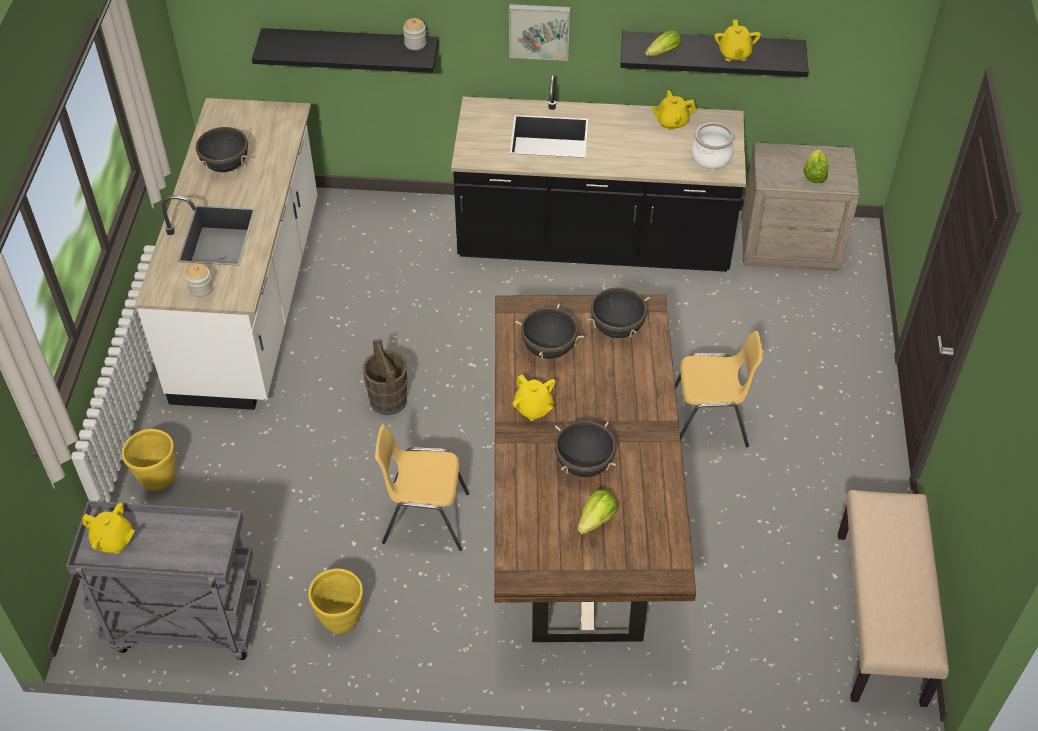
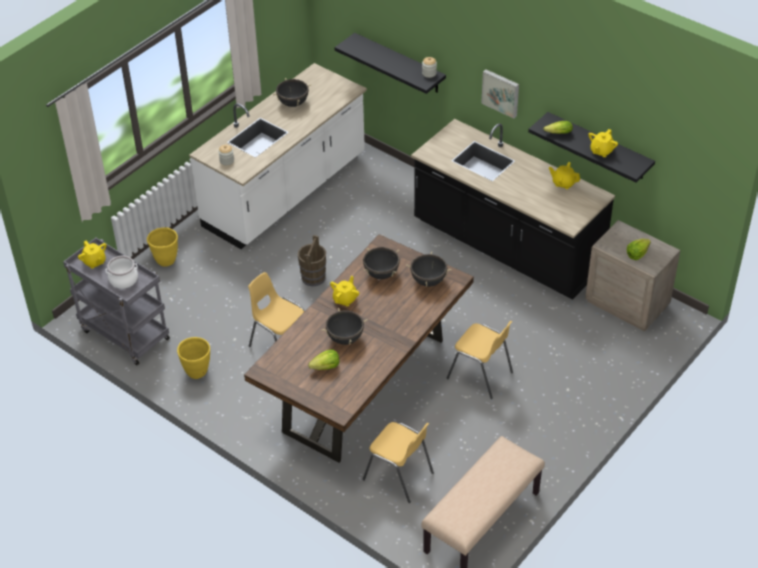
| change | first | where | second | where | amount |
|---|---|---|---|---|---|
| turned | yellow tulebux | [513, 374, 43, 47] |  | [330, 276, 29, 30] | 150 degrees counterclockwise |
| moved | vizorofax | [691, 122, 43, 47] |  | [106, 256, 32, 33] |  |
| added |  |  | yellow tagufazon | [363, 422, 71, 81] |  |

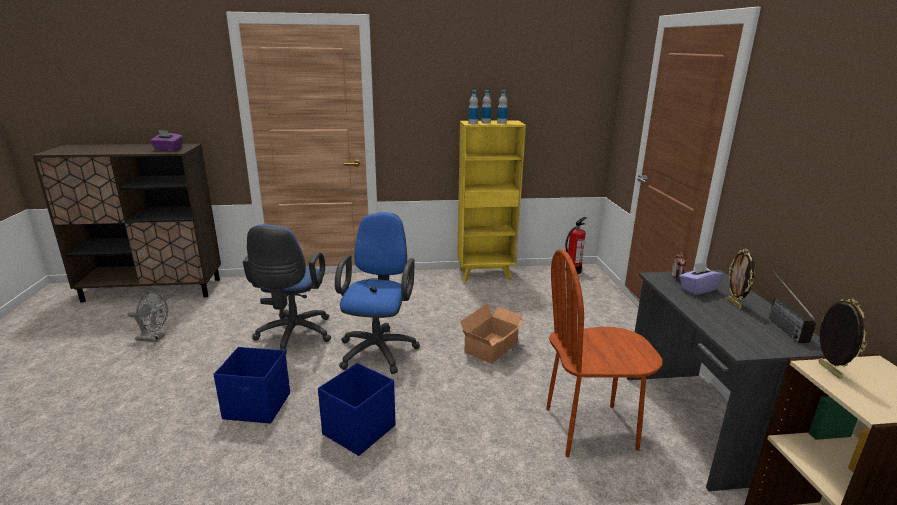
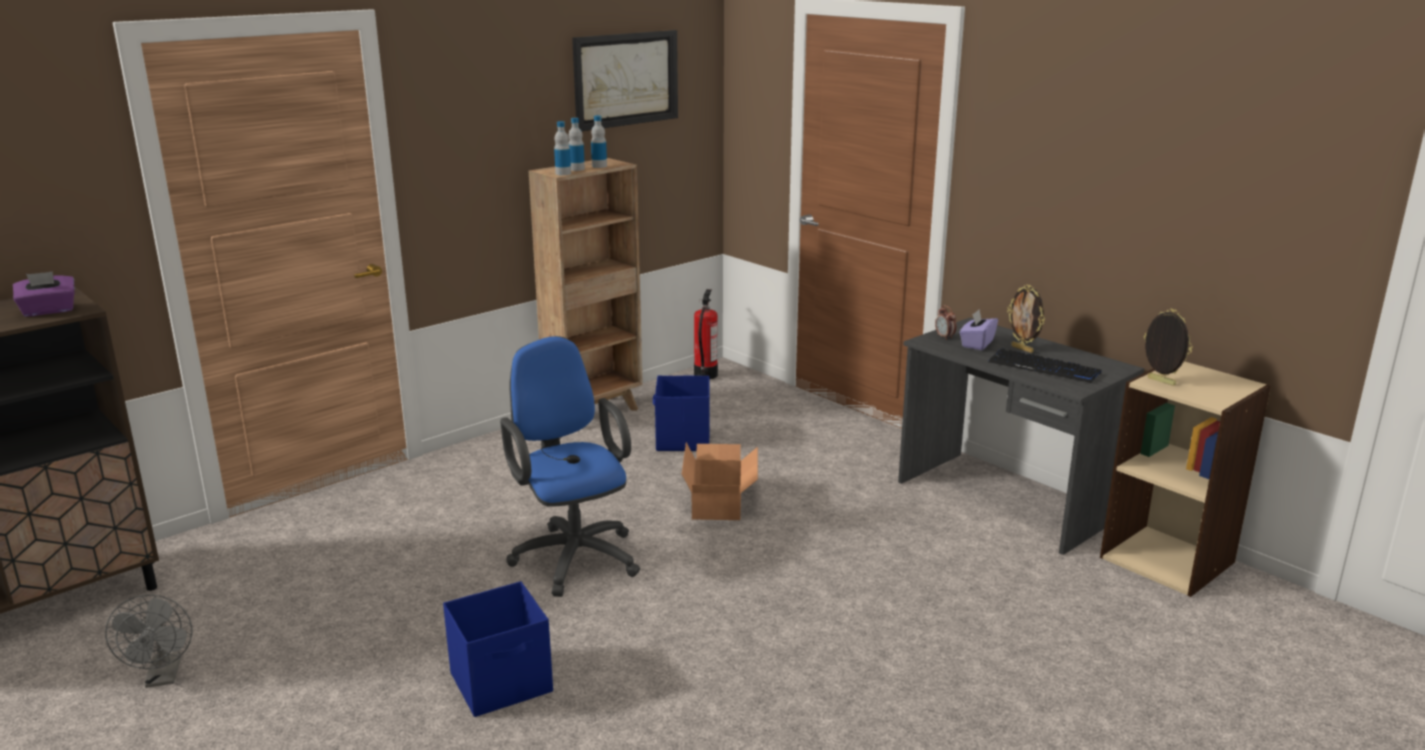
| change | first | where | second | where | amount |
|---|---|---|---|---|---|
| turned | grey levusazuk | [128, 292, 40, 50] |  | [105, 595, 88, 93] | 105 degrees clockwise |
| removed | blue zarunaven | [243, 224, 88, 129] |  |  |  |
| moved | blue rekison | [318, 363, 78, 93] |  | [653, 376, 57, 75] |  |
| recoloured | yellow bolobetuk | [457, 120, 69, 162] | brown bolobetuk | [529, 158, 114, 253] |  |
| removed | brown tagufazon | [546, 249, 117, 208] |  |  |  |
| removed | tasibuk | [769, 271, 47, 72] |  |  |  |
| added |  |  | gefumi | [572, 30, 106, 101] |  |
| added |  |  | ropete | [988, 348, 114, 35] |  |

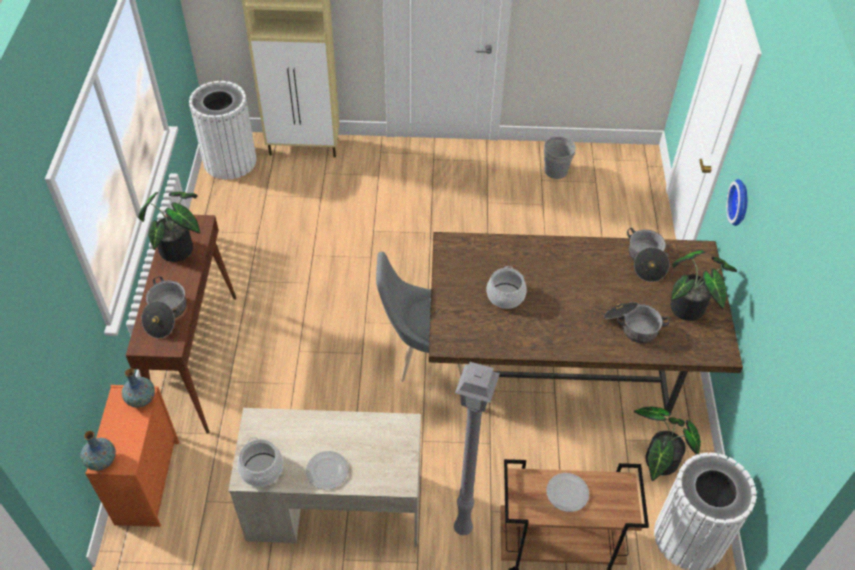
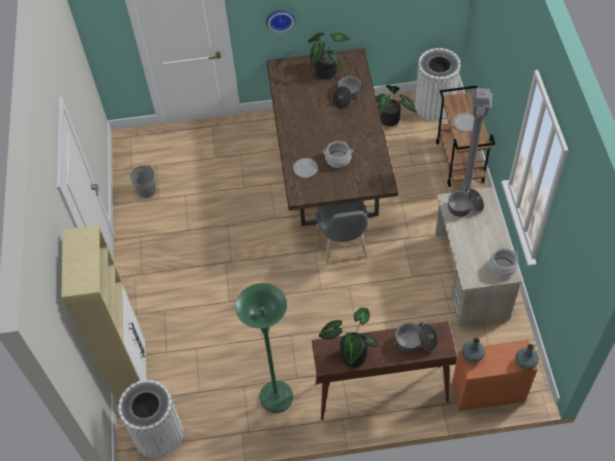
| change | first | where | second | where | amount |
|---|---|---|---|---|---|
| moved | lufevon | [306, 451, 43, 38] |  | [293, 158, 25, 20] |  |
| moved | vizorofax | [627, 228, 43, 54] |  | [448, 188, 36, 29] |  |
| added |  |  | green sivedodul | [235, 283, 58, 130] |  |

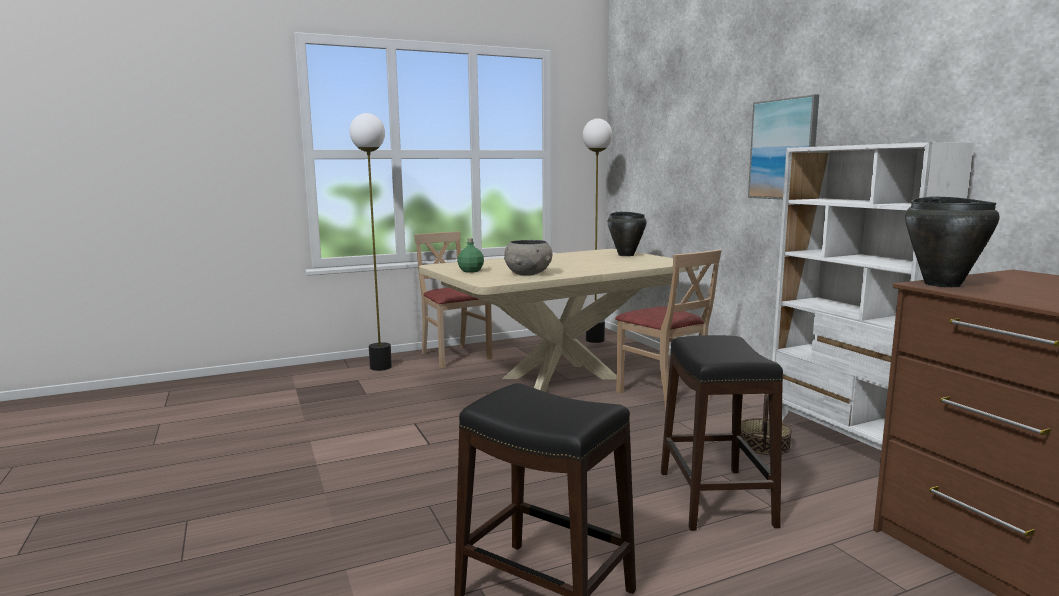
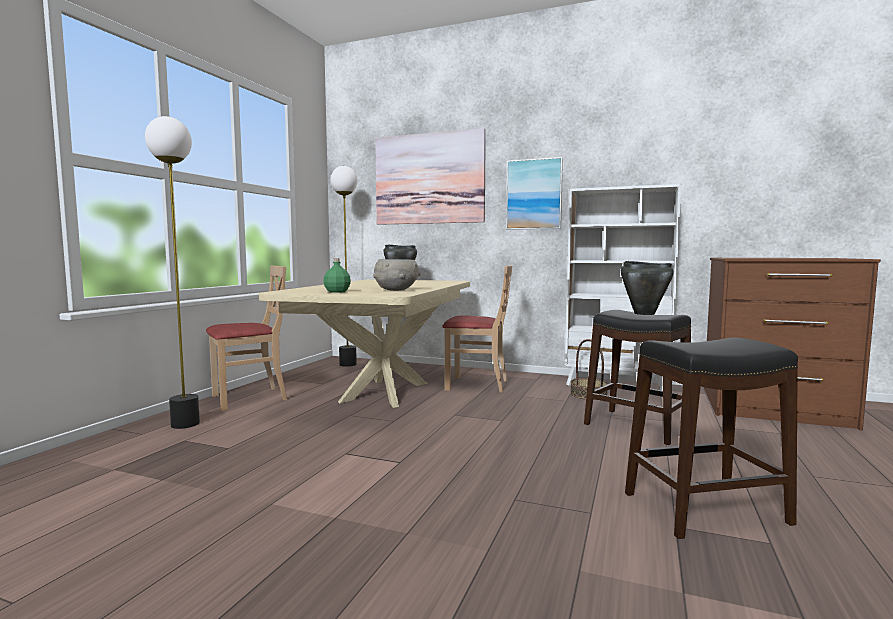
| change | first | where | second | where | amount |
|---|---|---|---|---|---|
| turned | beige tagufazon | [414, 231, 78, 137] |  | [206, 266, 81, 145] | 135 degrees clockwise |
| moved | black vizorofax | [905, 196, 95, 91] |  | [621, 261, 53, 54] |  |
| added |  |  | gefumi | [375, 128, 111, 97] |  |

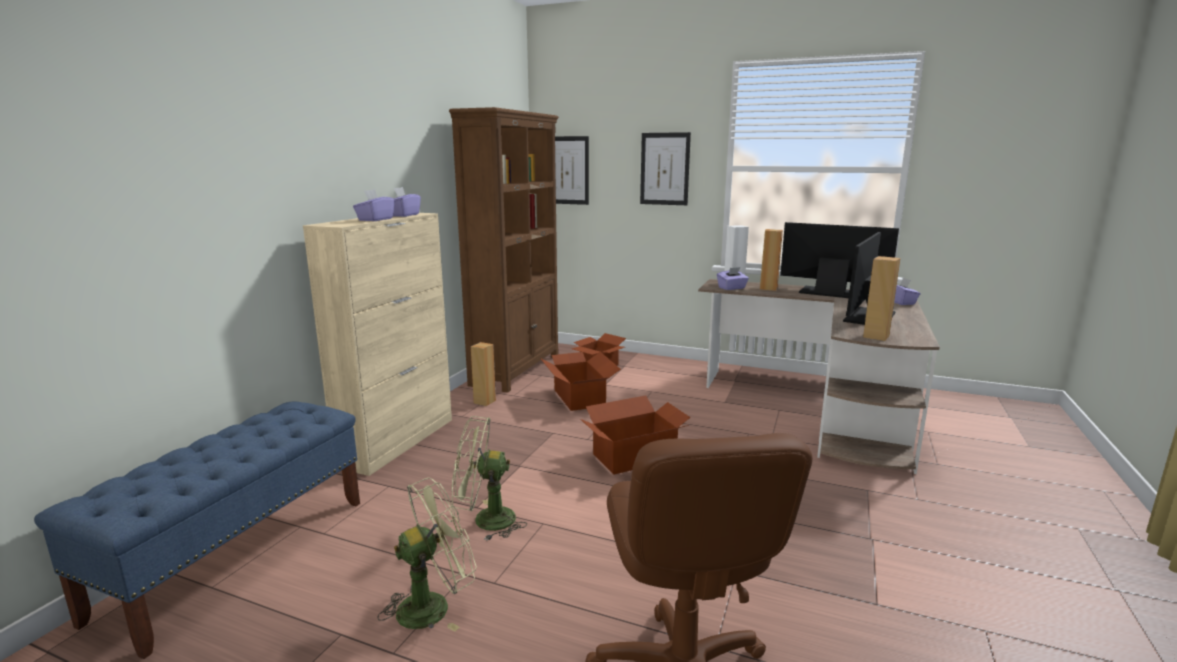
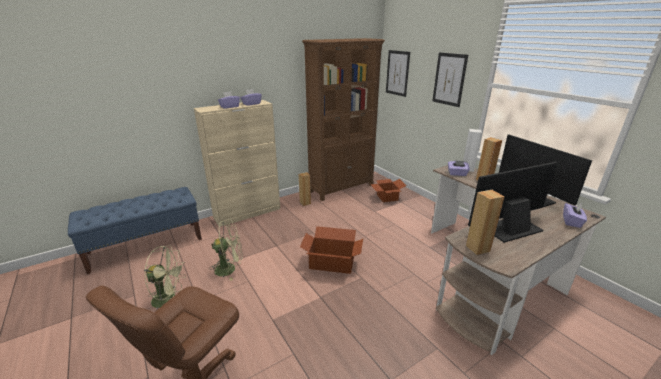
| change | first | where | second | where | amount |
|---|---|---|---|---|---|
| turned | green levusazuk | [452, 416, 75, 125] |  | [209, 220, 34, 61] | 135 degrees clockwise |
| removed | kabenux | [540, 352, 81, 59] |  |  |  |

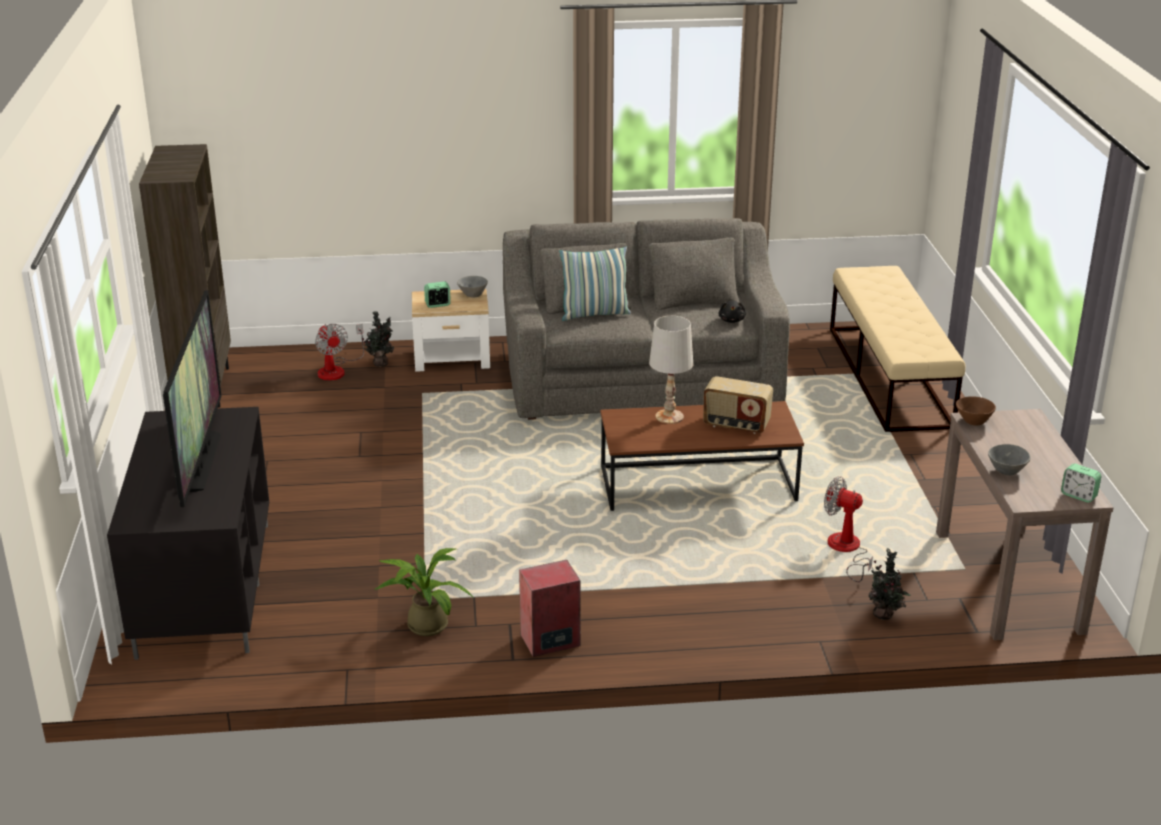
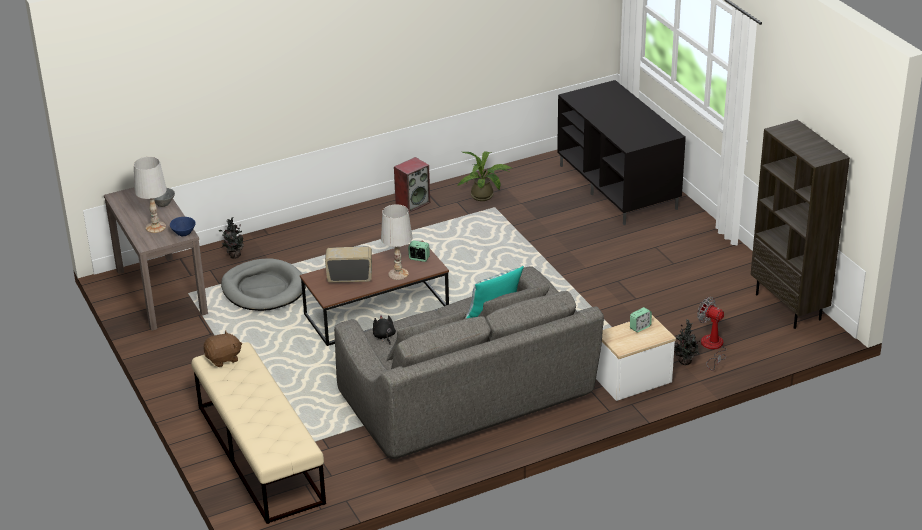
| change | first | where | second | where | amount |
|---|---|---|---|---|---|
| removed | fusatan | [163, 290, 59, 217] |  |  |  |
| removed | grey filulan | [457, 276, 31, 21] |  |  |  |
| replaced | levusazuk | [824, 476, 49, 106] | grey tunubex | [221, 258, 85, 53] |  |
| recoloured | brown filulan | [956, 396, 40, 30] | blue filulan | [170, 217, 26, 19] |  |
| moved | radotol | [1061, 463, 40, 40] |  | [408, 240, 22, 22] |  |
| added |  |  | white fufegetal | [134, 157, 33, 76] |  |
| added |  |  | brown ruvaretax | [203, 331, 39, 36] |  |

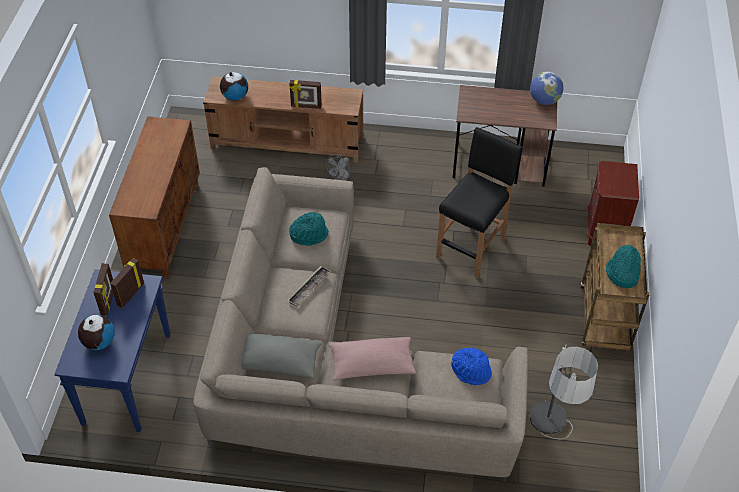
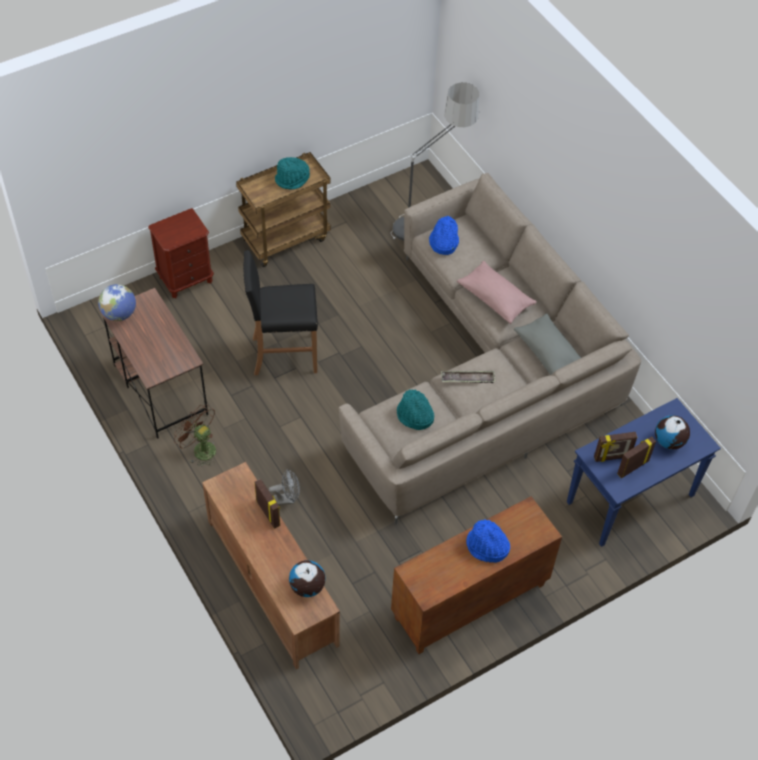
| change | first | where | second | where | amount |
|---|---|---|---|---|---|
| added |  |  | brown levusazuk | [174, 405, 42, 62] |  |
| added |  |  | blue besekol | [466, 519, 44, 44] |  |

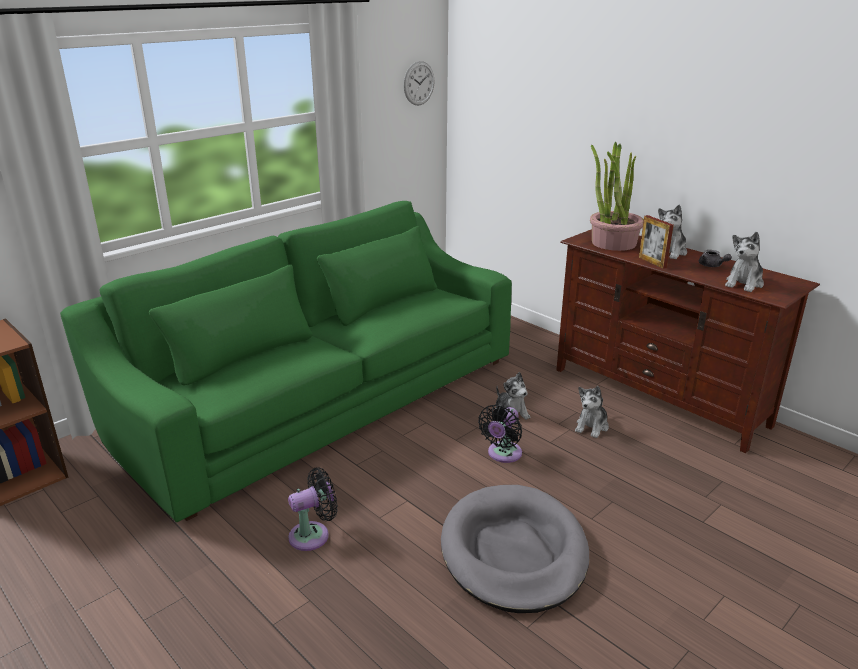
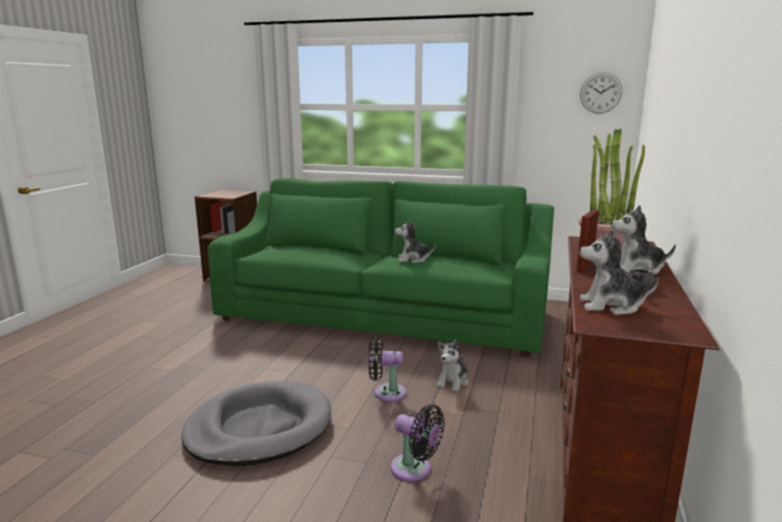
| change | first | where | second | where | amount |
|---|---|---|---|---|---|
| moved | black levusazuk | [288, 468, 50, 83] |  | [391, 404, 54, 78] |  |
| moved | ruvaretax | [575, 386, 34, 52] |  | [395, 219, 41, 44] |  |

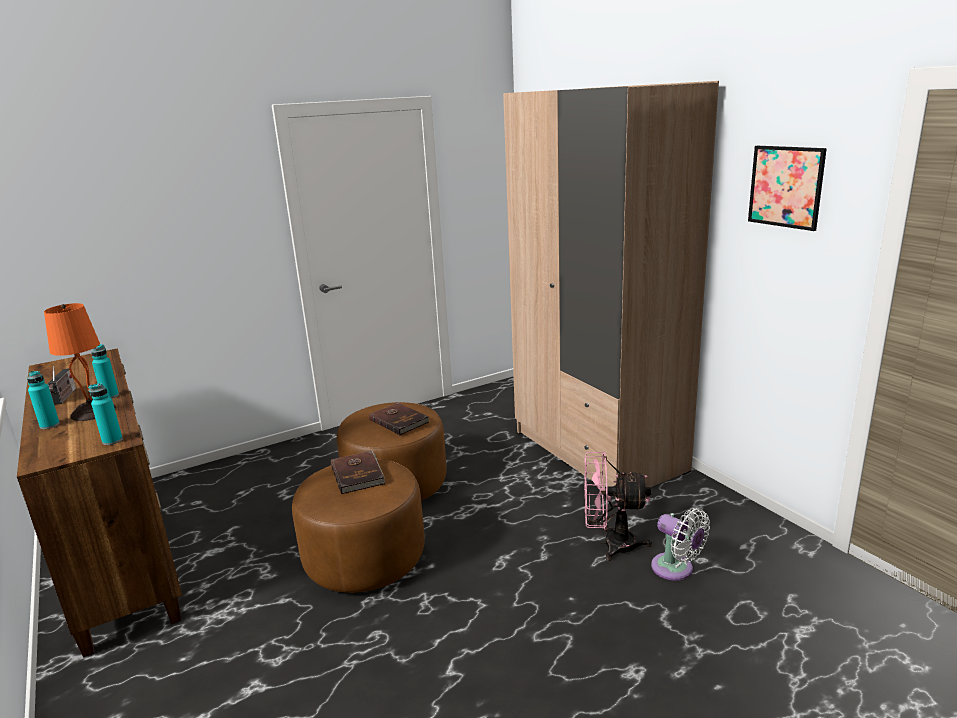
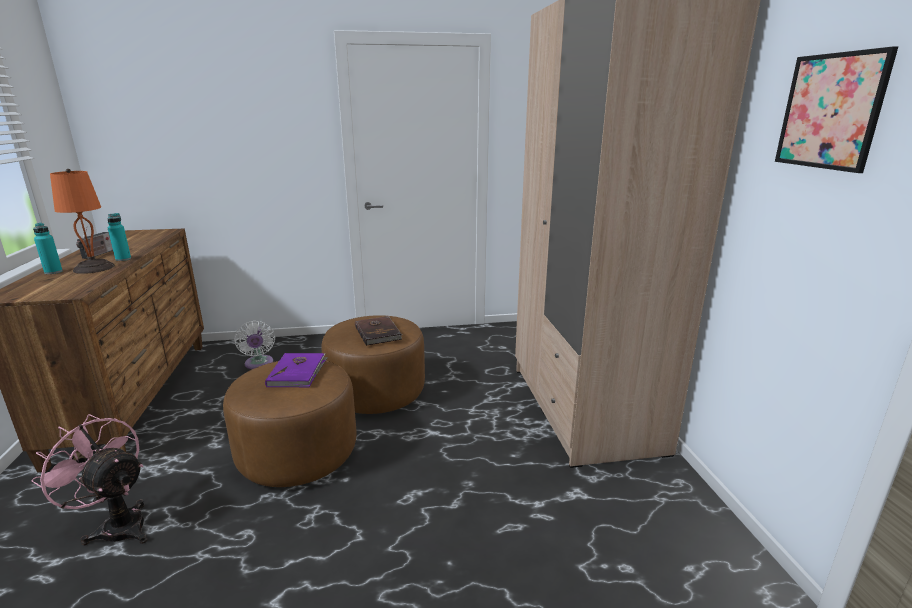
| change | first | where | second | where | amount |
|---|---|---|---|---|---|
| removed | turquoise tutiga | [88, 383, 35, 62] |  |  |  |
| recoloured | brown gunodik | [331, 451, 54, 43] | purple gunodik | [265, 353, 63, 34] |  |
| moved | pink levusazuk | [584, 452, 68, 109] |  | [32, 414, 115, 132] |  |
| moved | white levusazuk | [651, 508, 59, 73] |  | [234, 321, 41, 48] |  |

